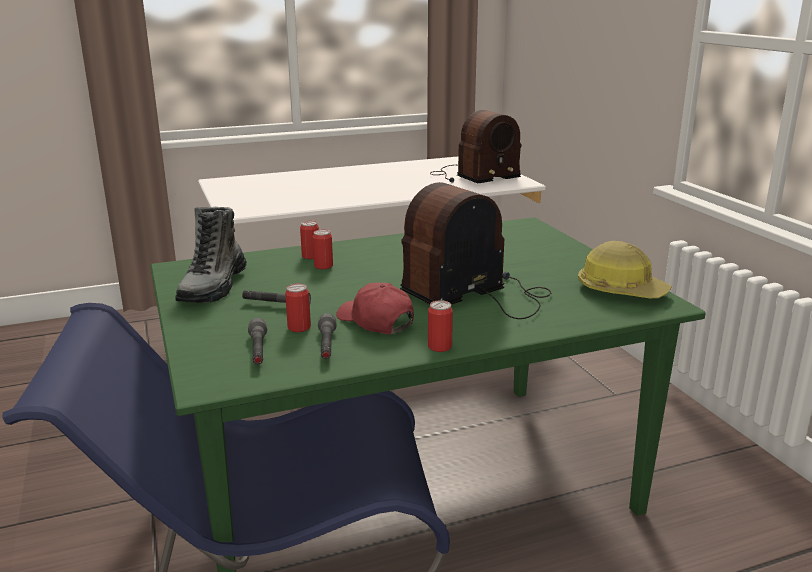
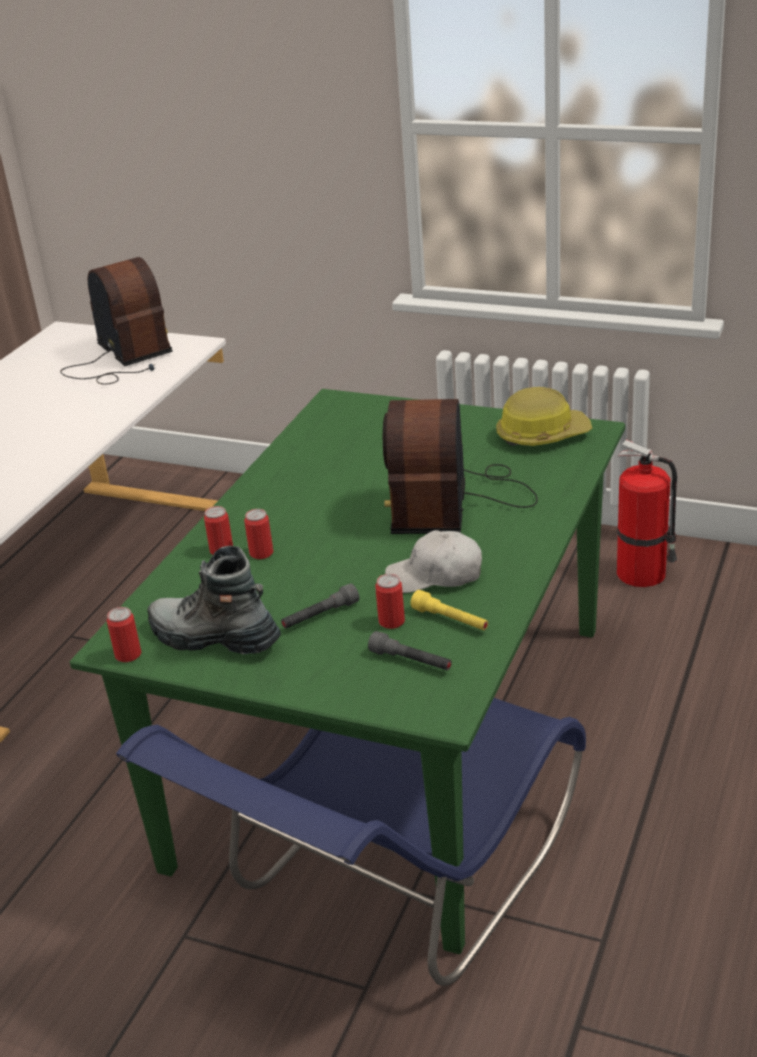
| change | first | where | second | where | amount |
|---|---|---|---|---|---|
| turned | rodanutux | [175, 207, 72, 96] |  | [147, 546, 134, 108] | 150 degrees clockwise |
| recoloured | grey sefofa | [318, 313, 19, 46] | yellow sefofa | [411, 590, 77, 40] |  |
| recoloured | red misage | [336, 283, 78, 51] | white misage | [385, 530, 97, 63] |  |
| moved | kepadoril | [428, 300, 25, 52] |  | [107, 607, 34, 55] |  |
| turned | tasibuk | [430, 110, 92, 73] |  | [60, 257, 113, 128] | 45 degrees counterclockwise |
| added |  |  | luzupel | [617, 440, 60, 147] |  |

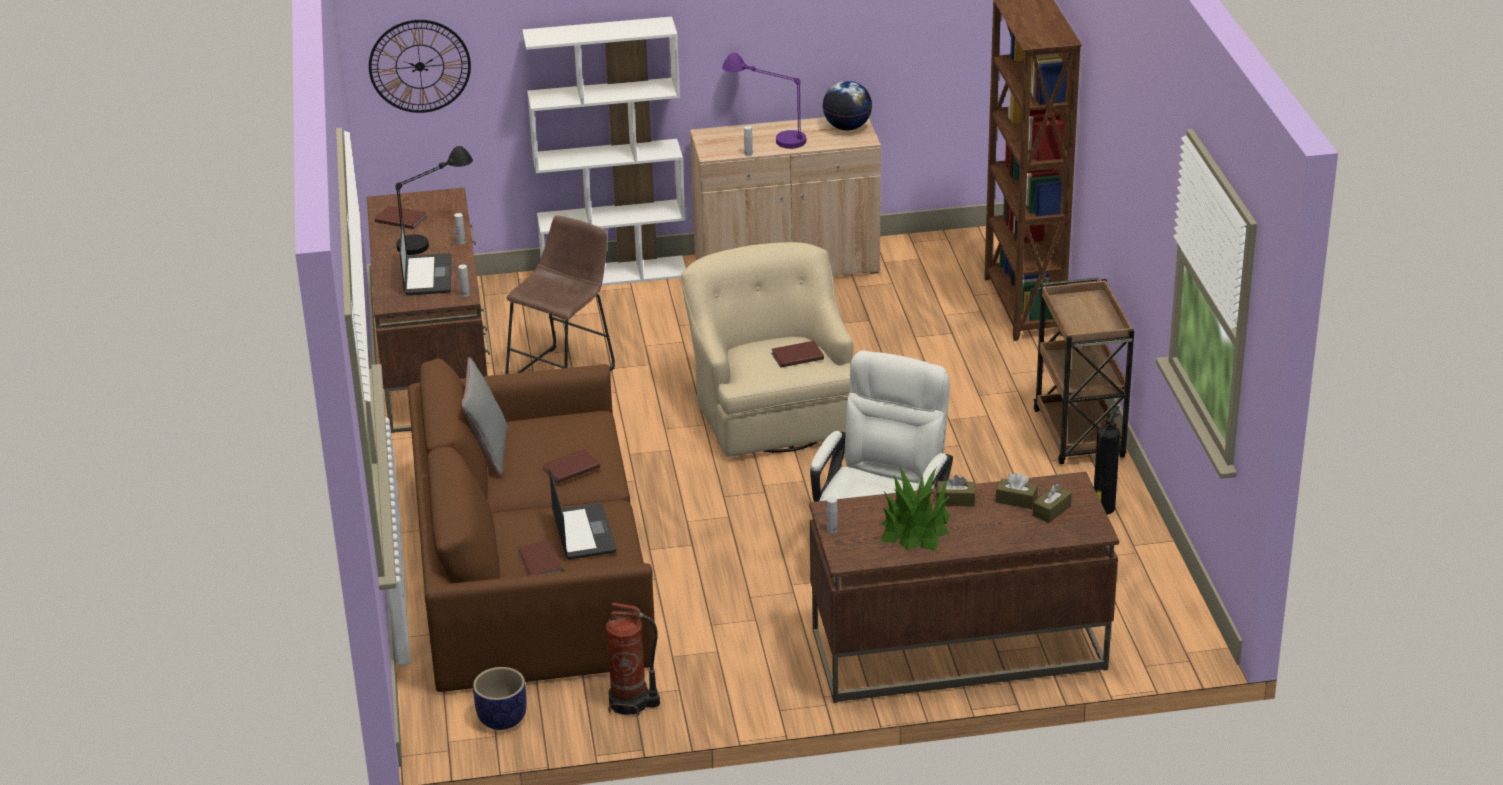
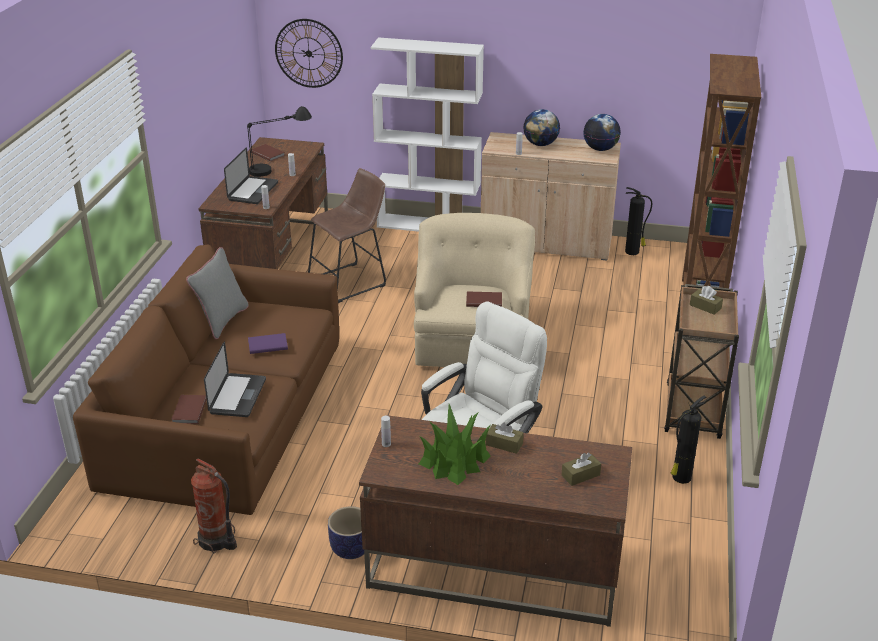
| change | first | where | second | where | amount |
|---|---|---|---|---|---|
| moved | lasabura | [473, 667, 54, 63] |  | [328, 506, 36, 53] |  |
| recoloured | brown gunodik | [542, 449, 58, 34] | purple gunodik | [248, 333, 40, 21] |  |
| replaced | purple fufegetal | [722, 53, 85, 96] | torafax | [523, 109, 37, 37] |  |
| moved | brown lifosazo | [996, 473, 42, 36] |  | [690, 286, 33, 29] |  |
| added |  |  | luzupel | [625, 187, 27, 68] |  |

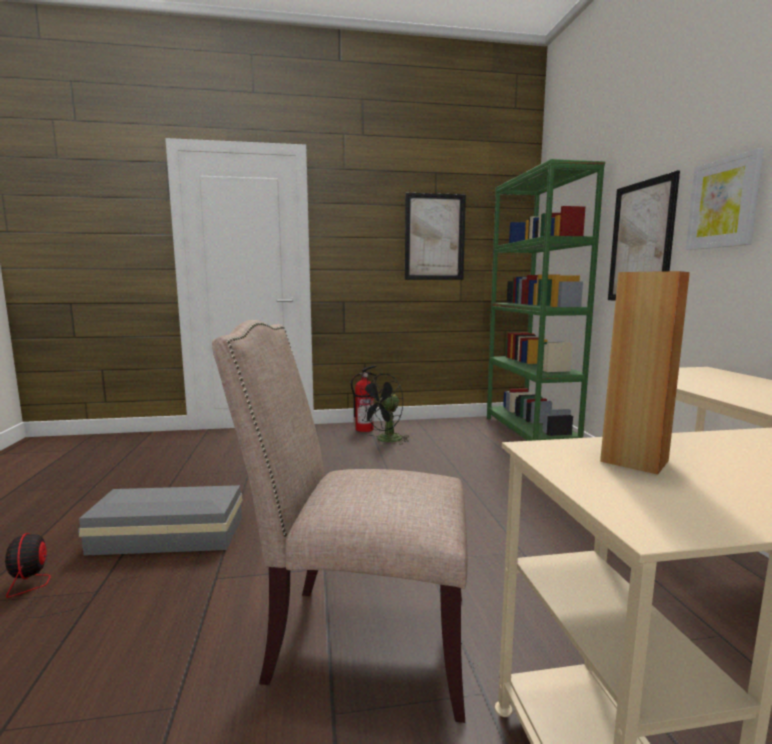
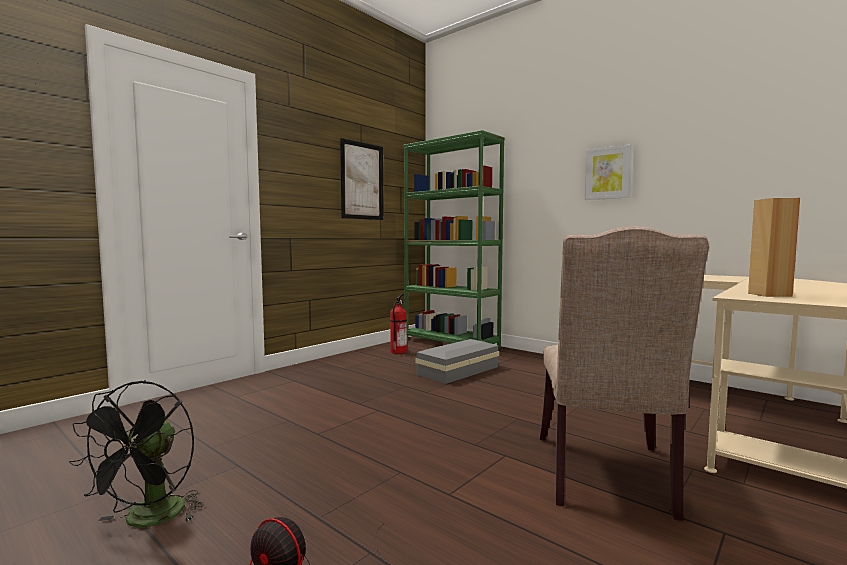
| change | first | where | second | where | amount |
|---|---|---|---|---|---|
| moved | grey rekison | [78, 485, 164, 71] |  | [415, 339, 84, 45] |  |
| turned | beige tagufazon | [212, 320, 256, 403] |  | [540, 227, 169, 294] | 45 degrees counterclockwise |
| moved | luzupel | [351, 366, 26, 66] |  | [390, 294, 17, 60] |  |
| moved | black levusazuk | [358, 374, 51, 70] |  | [69, 380, 135, 148] |  |
| removed | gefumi | [608, 170, 72, 131] |  |  |  |

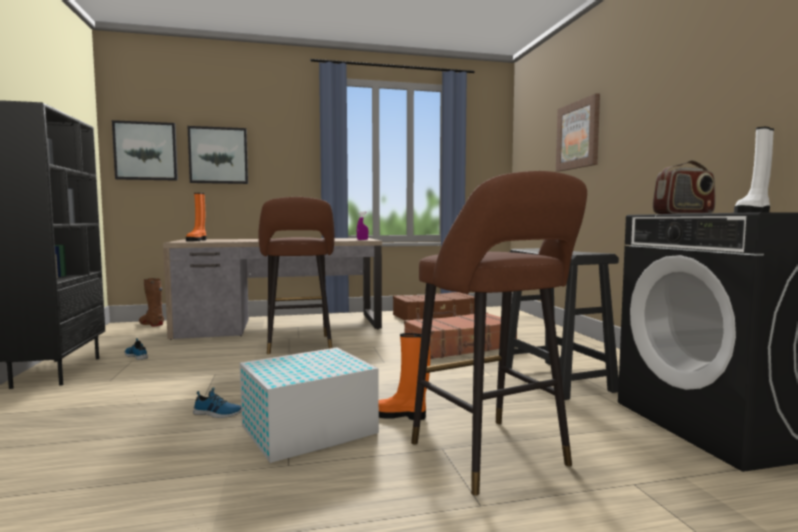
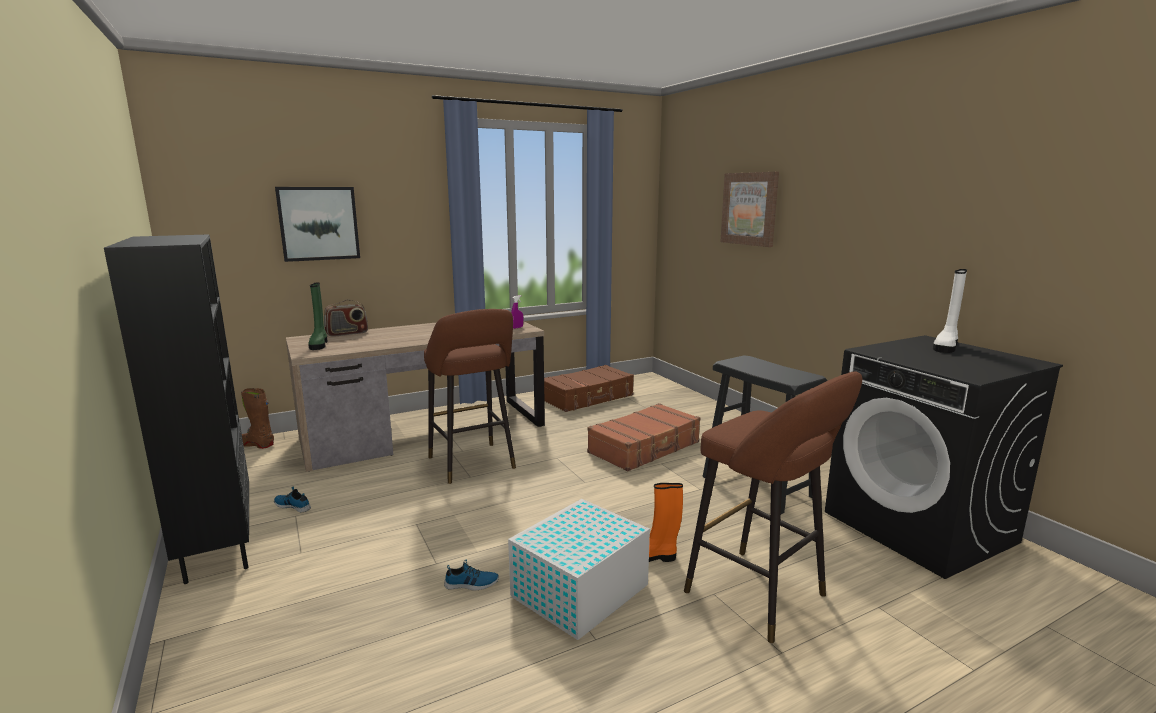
| change | first | where | second | where | amount |
|---|---|---|---|---|---|
| removed | gefumi | [112, 120, 66, 61] |  |  |  |
| recoloured | orange rodanutux | [186, 193, 20, 48] | green rodanutux | [308, 282, 19, 68] |  |
| moved | tasibuk | [653, 160, 63, 54] |  | [324, 299, 44, 38] |  |

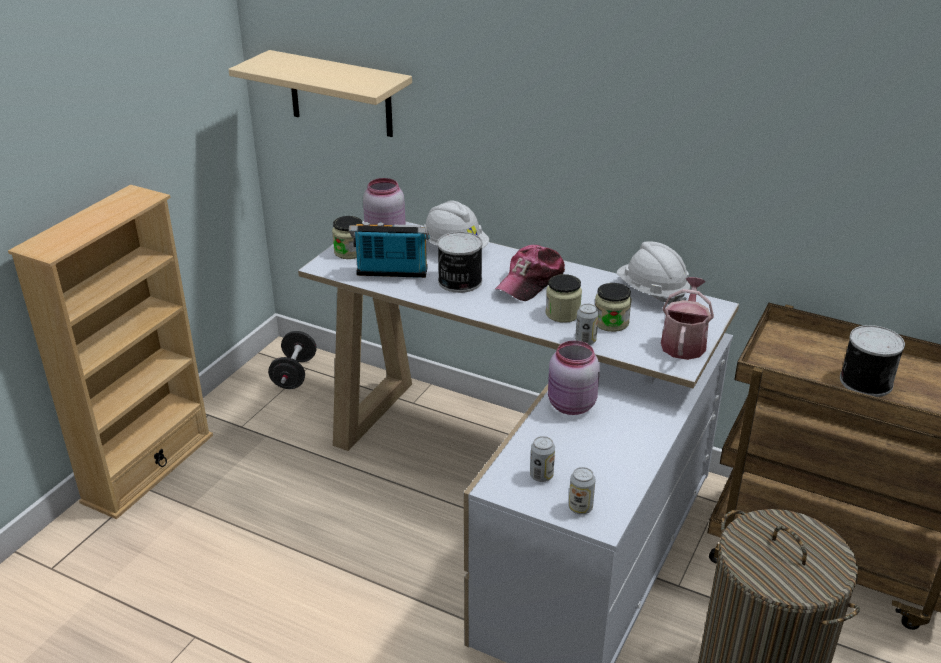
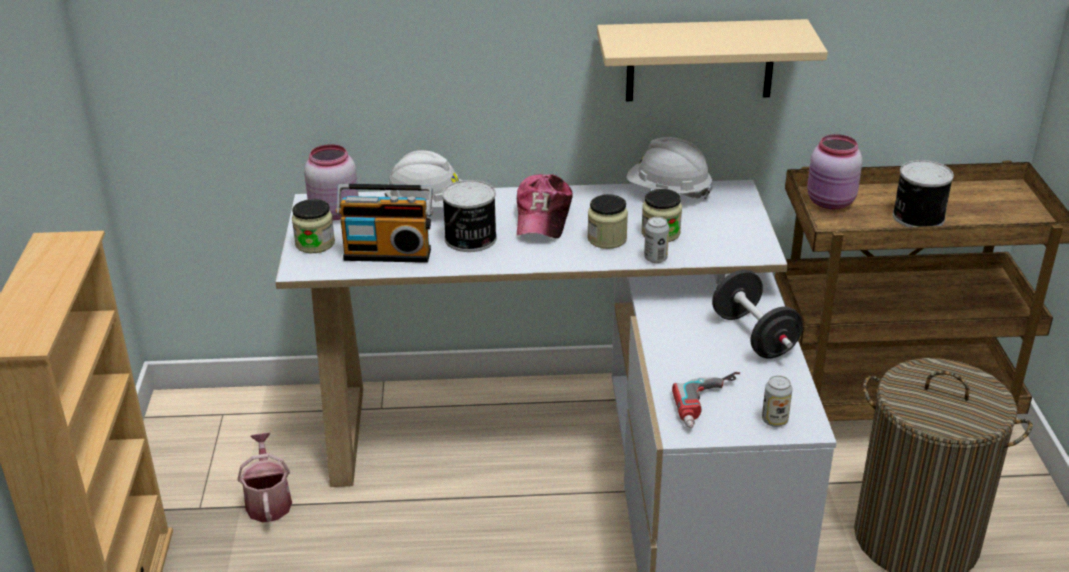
| change | first | where | second | where | amount |
|---|---|---|---|---|---|
| moved | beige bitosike | [228, 50, 184, 87] |  | [597, 19, 231, 82] |  |
| moved | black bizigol | [268, 331, 49, 58] |  | [712, 270, 91, 89] |  |
| turned | tasibuk | [349, 222, 81, 56] |  | [336, 184, 97, 79] | 150 degrees counterclockwise |
| replaced | kepadoril | [530, 436, 25, 46] | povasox | [672, 372, 68, 56] |  |
| moved | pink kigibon | [548, 341, 52, 74] |  | [807, 134, 56, 75] |  |
| moved | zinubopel | [661, 277, 53, 83] |  | [238, 433, 54, 89] |  |

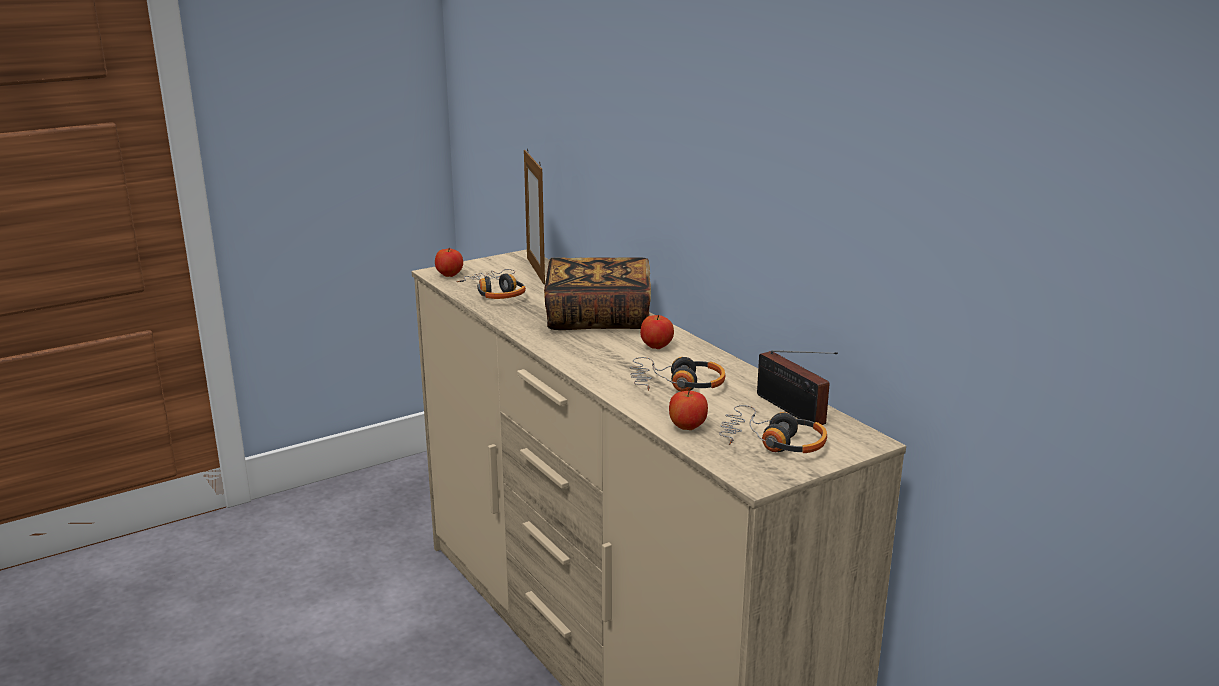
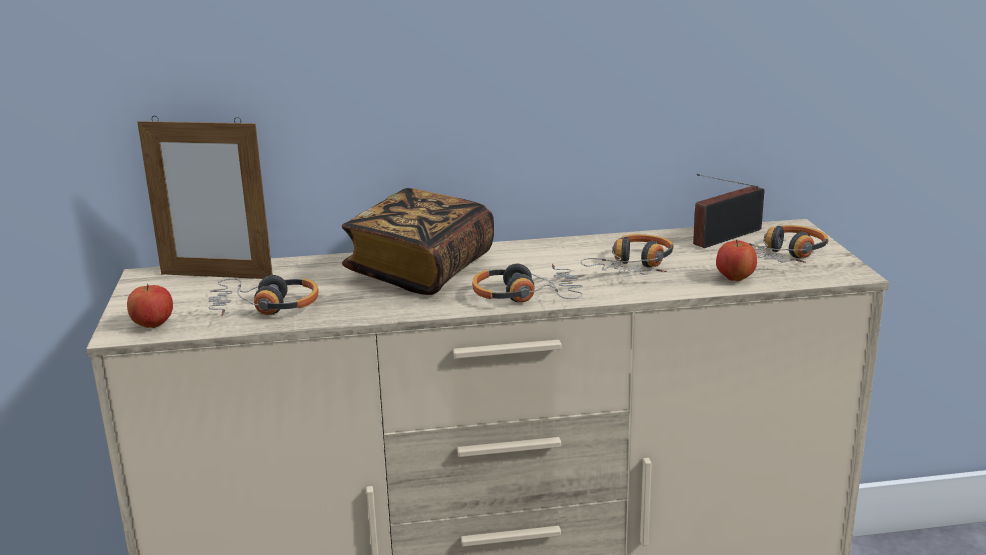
| change | first | where | second | where | amount |
|---|---|---|---|---|---|
| removed | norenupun | [640, 315, 34, 34] |  |  |  |
| turned | tasibuk | [757, 350, 81, 75] |  | [693, 174, 71, 74] | 150 degrees clockwise |
| added |  |  | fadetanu | [472, 263, 111, 39] |  |

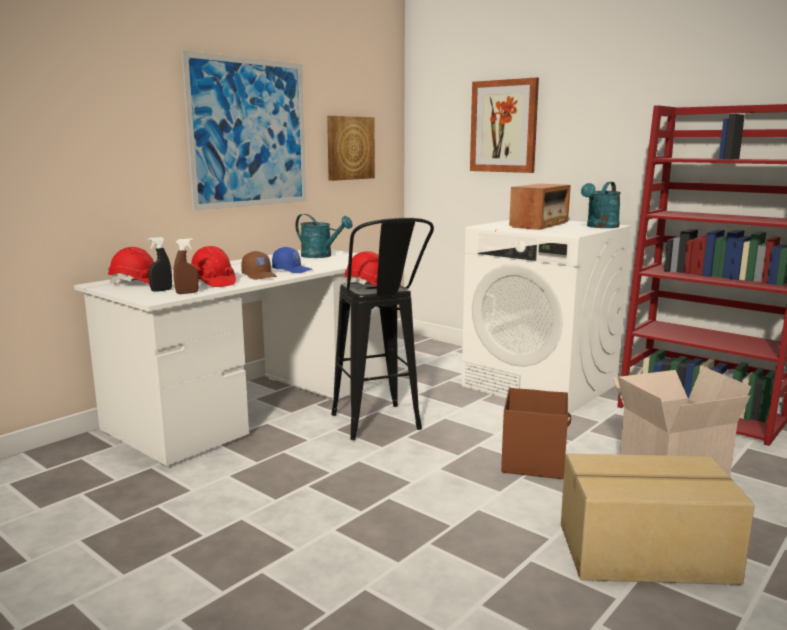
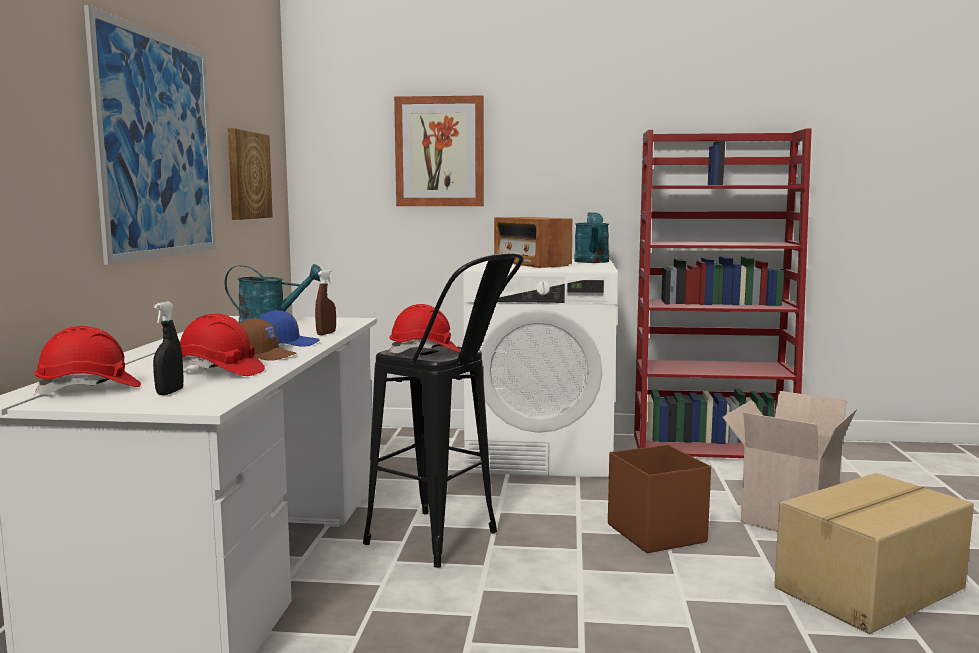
| change | first | where | second | where | amount |
|---|---|---|---|---|---|
| moved | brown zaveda | [173, 238, 26, 56] |  | [315, 269, 21, 66] |  |
| turned | tasibuk | [509, 183, 62, 47] |  | [494, 217, 78, 51] | 150 degrees clockwise |

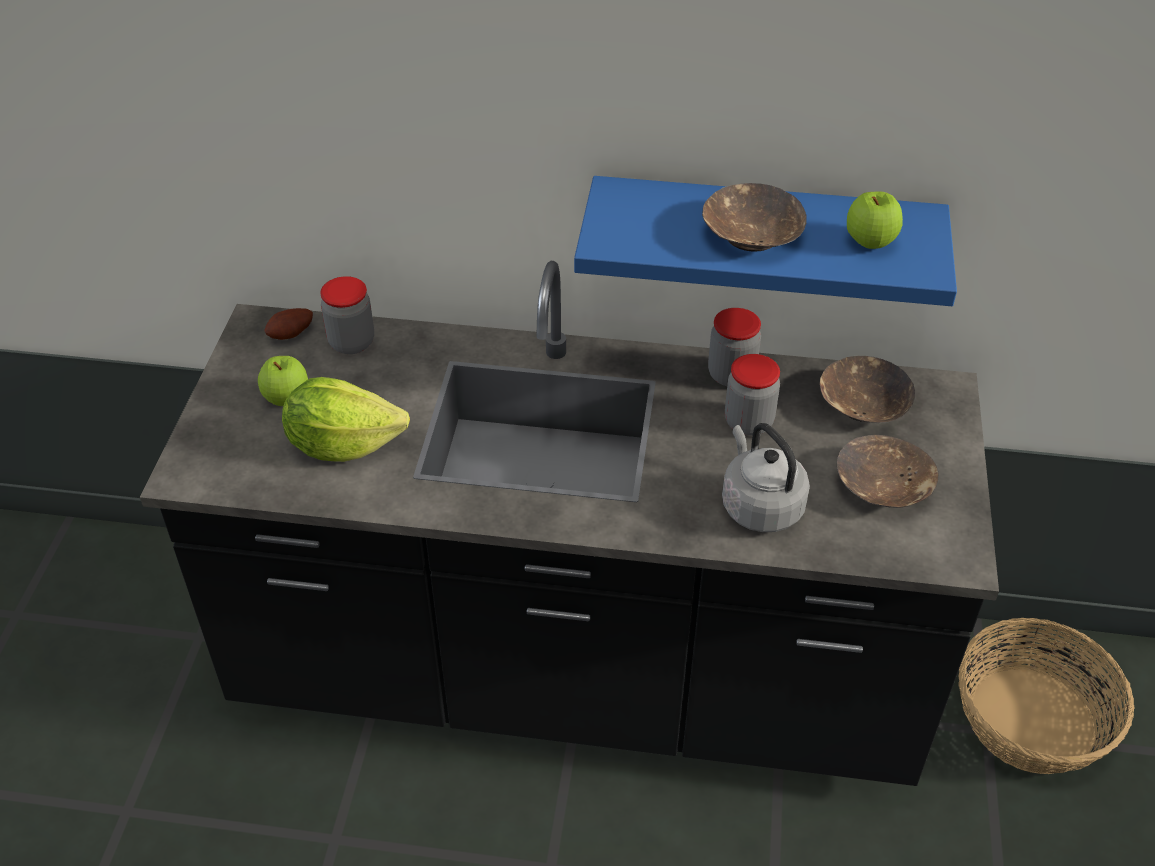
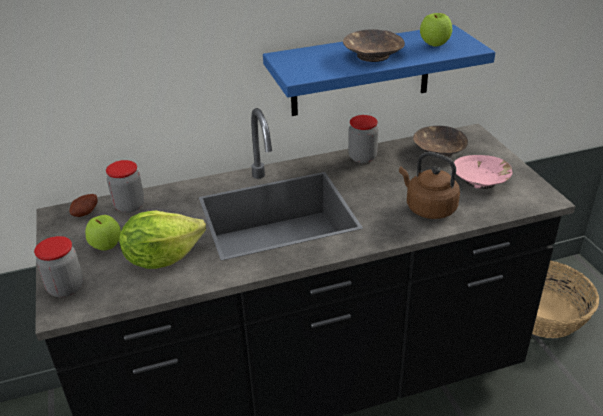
| change | first | where | second | where | amount |
|---|---|---|---|---|---|
| recoloured | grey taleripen | [722, 423, 88, 109] | brown taleripen | [399, 152, 61, 67] |  |
| moved | kigibon | [725, 354, 55, 81] |  | [34, 236, 49, 61] |  |
| recoloured | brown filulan | [837, 435, 101, 73] | pink filulan | [454, 155, 59, 34] |  |

